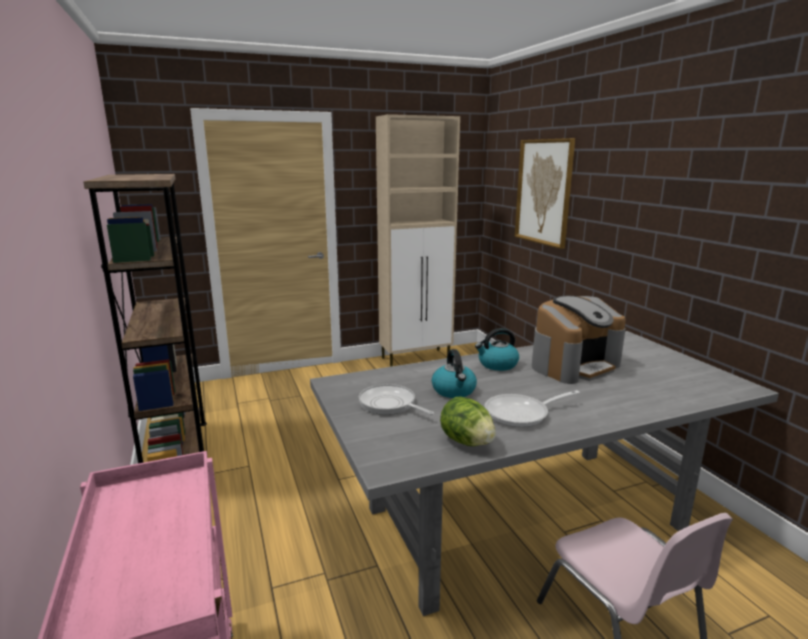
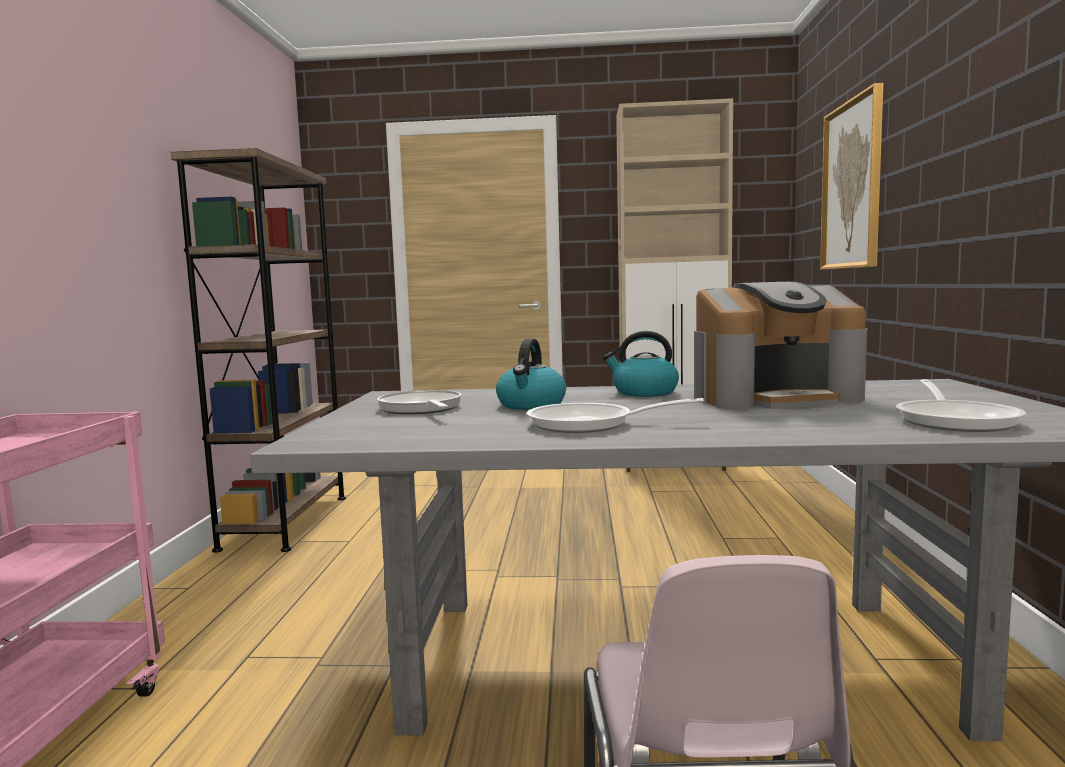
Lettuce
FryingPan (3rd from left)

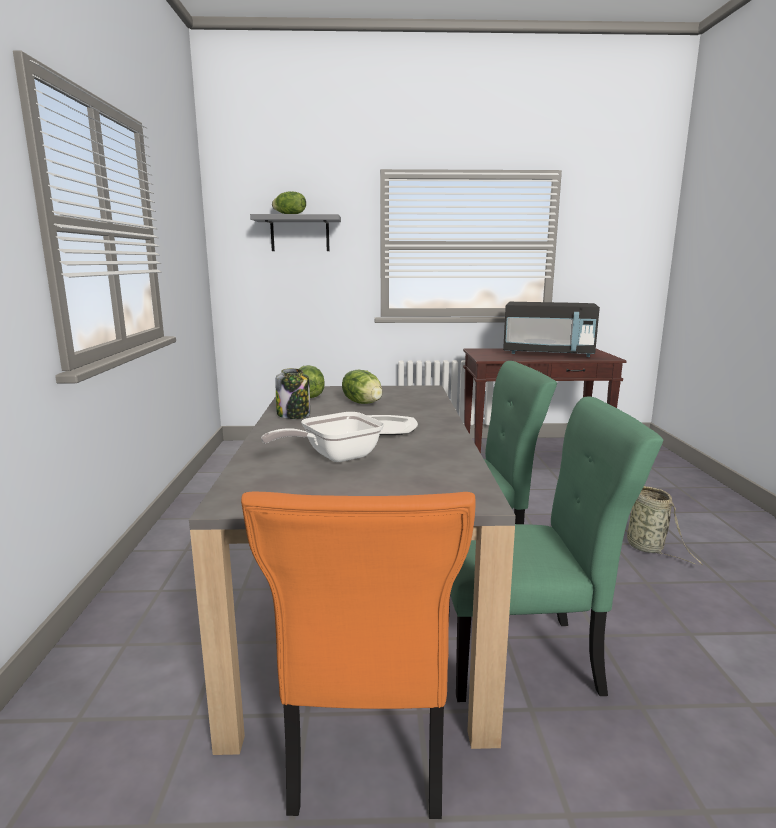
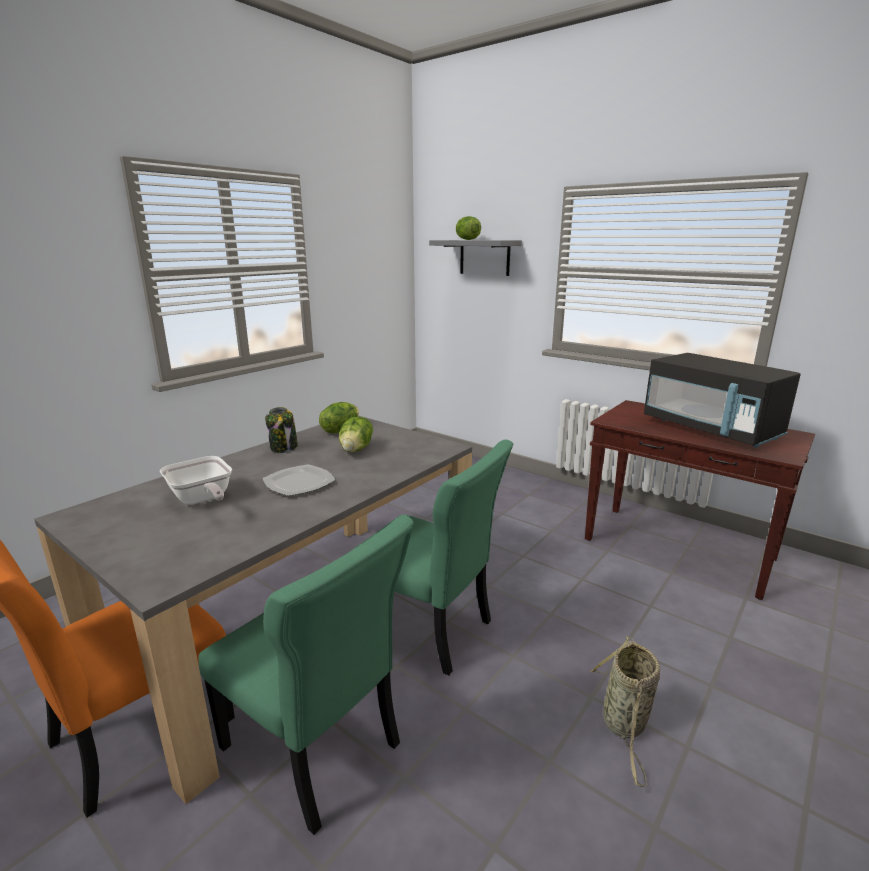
FryingPan

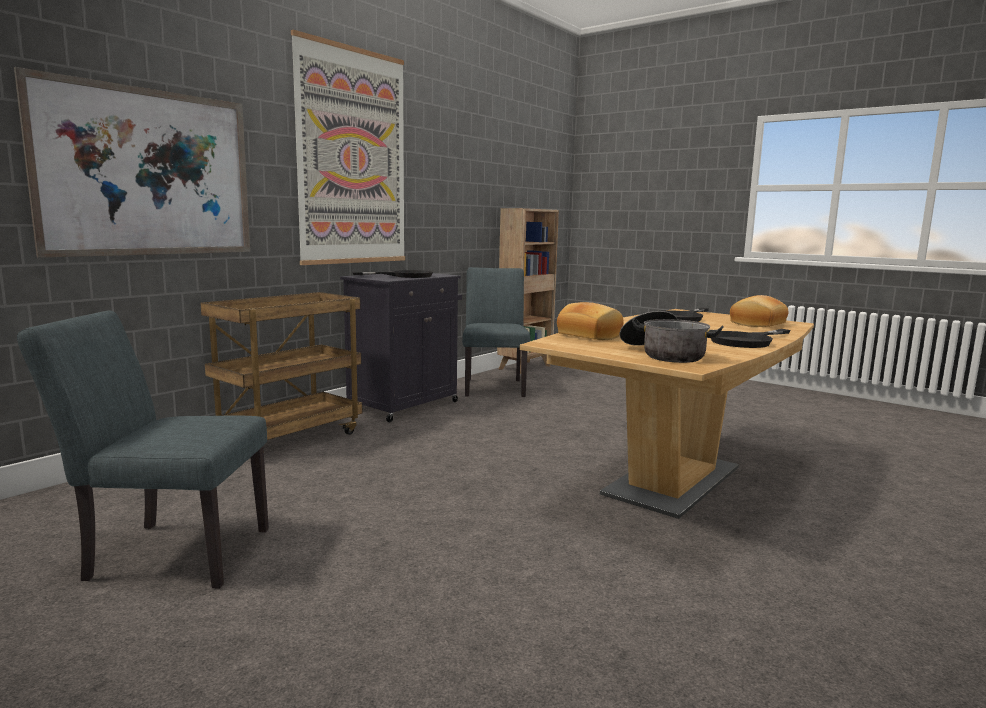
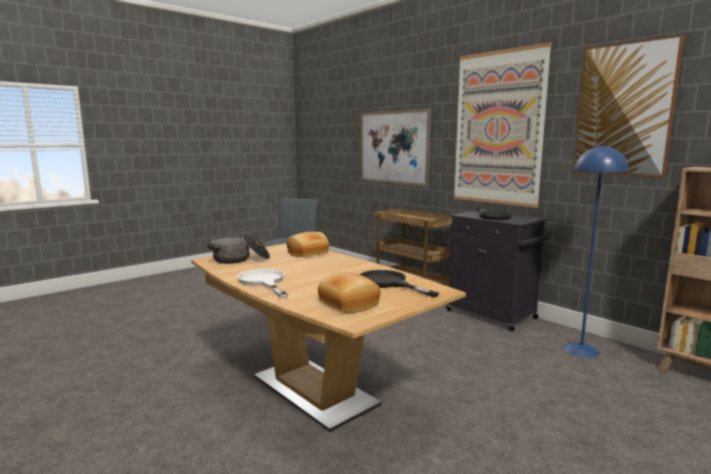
BlueFloorLamp
WhiteFryingPan
Picture (3rd from left)

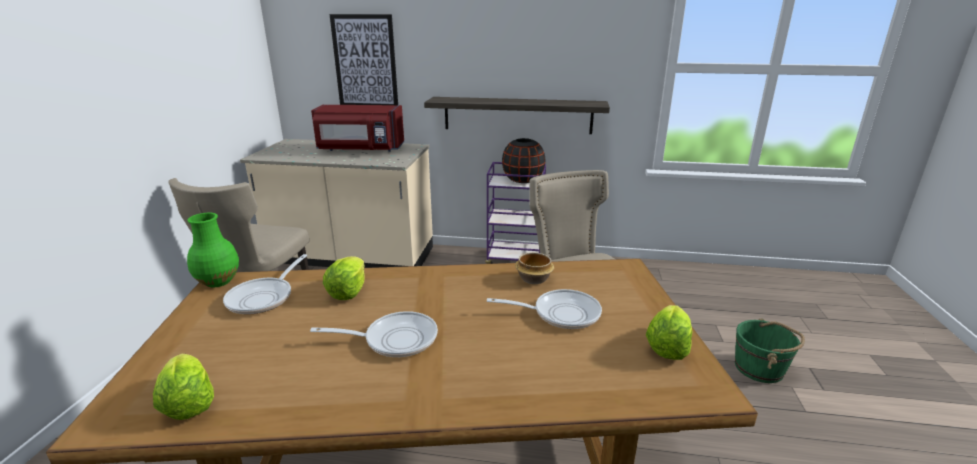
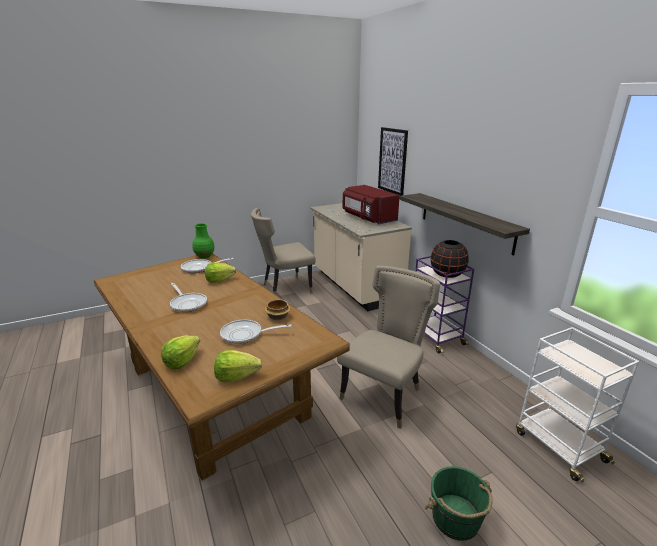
FryingPan (3rd from left)
Lettuce (1st from left)
WhiteCart

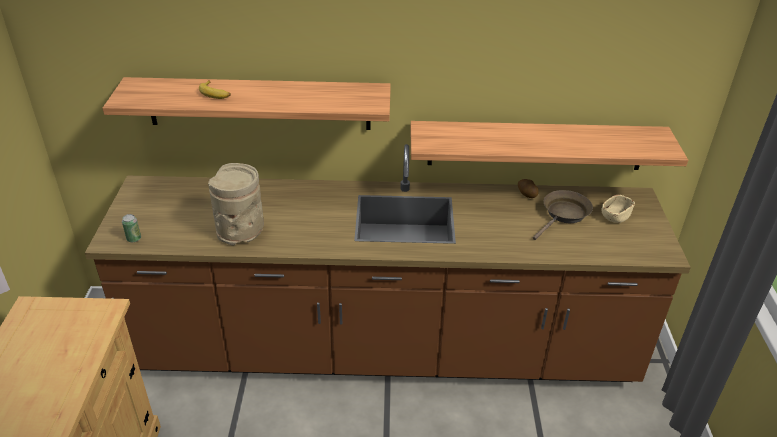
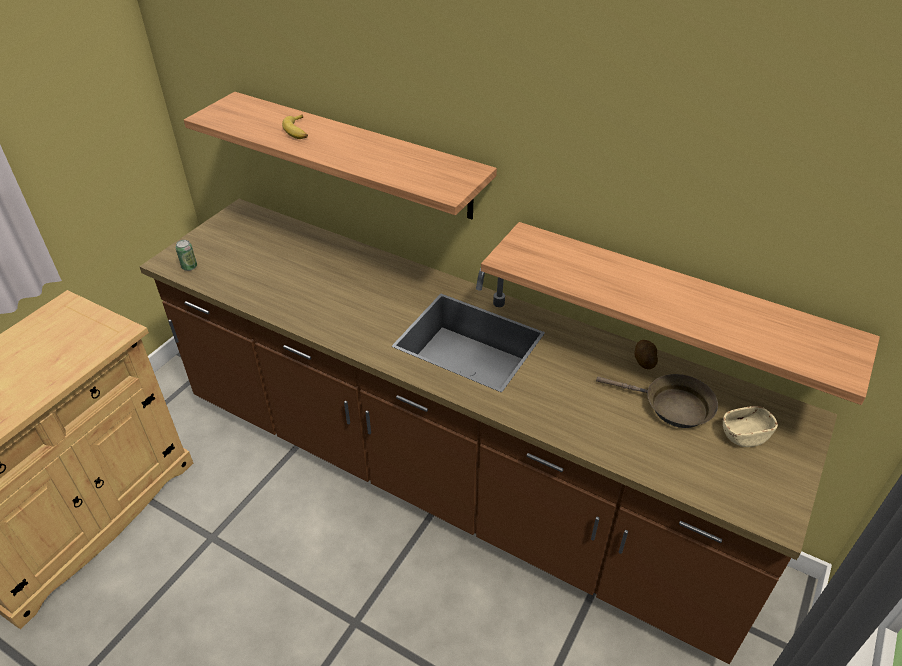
BeigeVase
BrownFryingPan

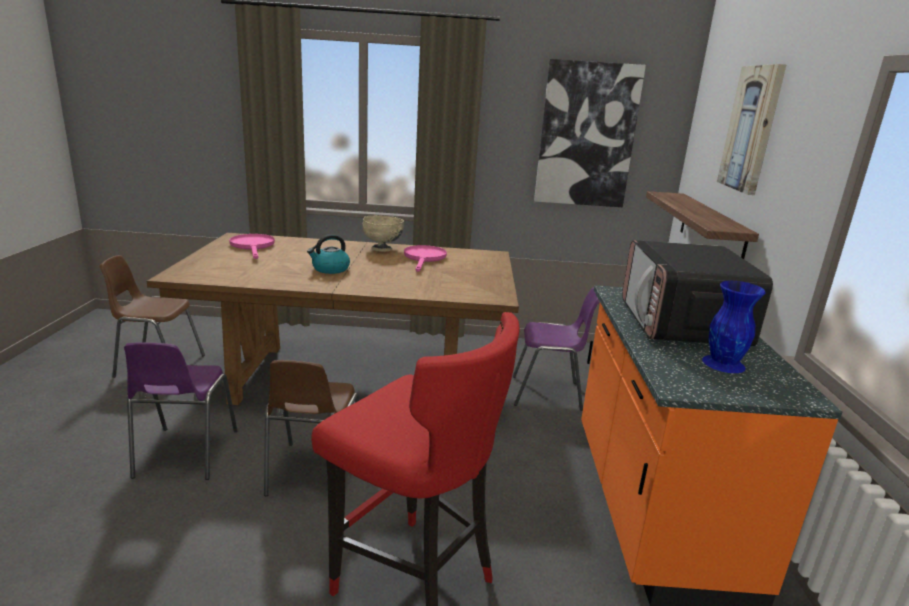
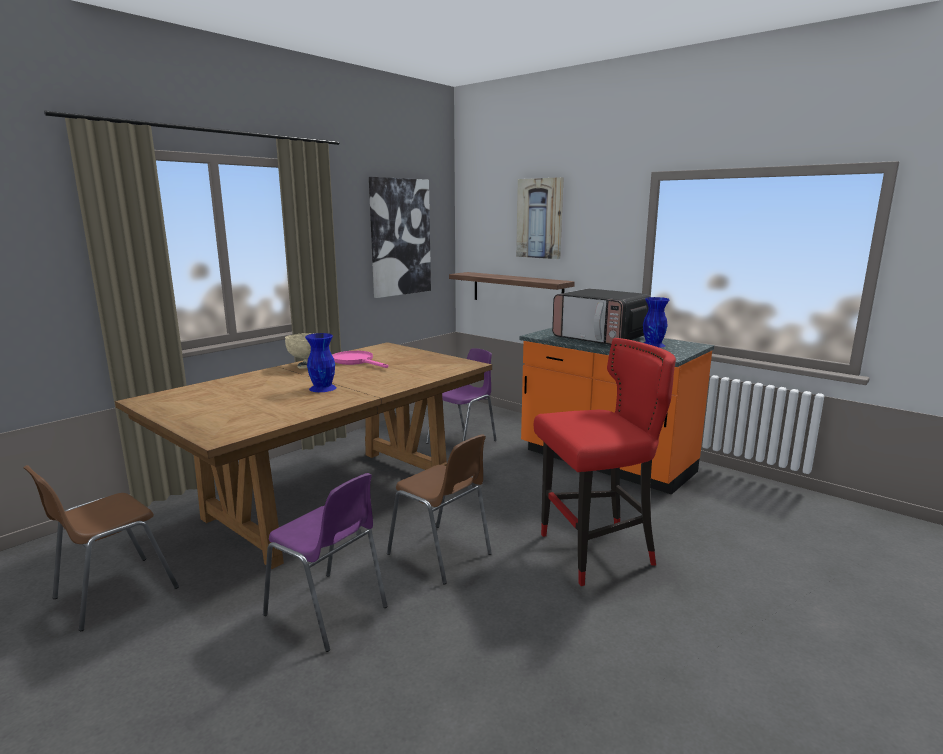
PinkFryingPan (1st from left in the first image)
BlueVase (1st from left)

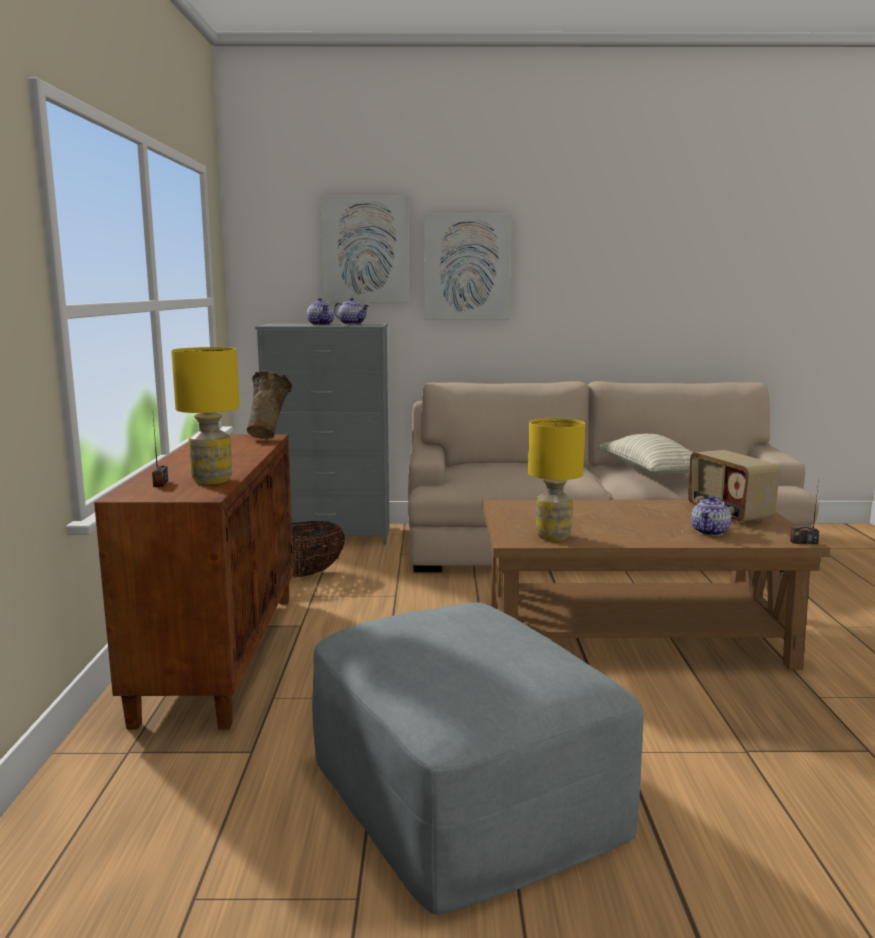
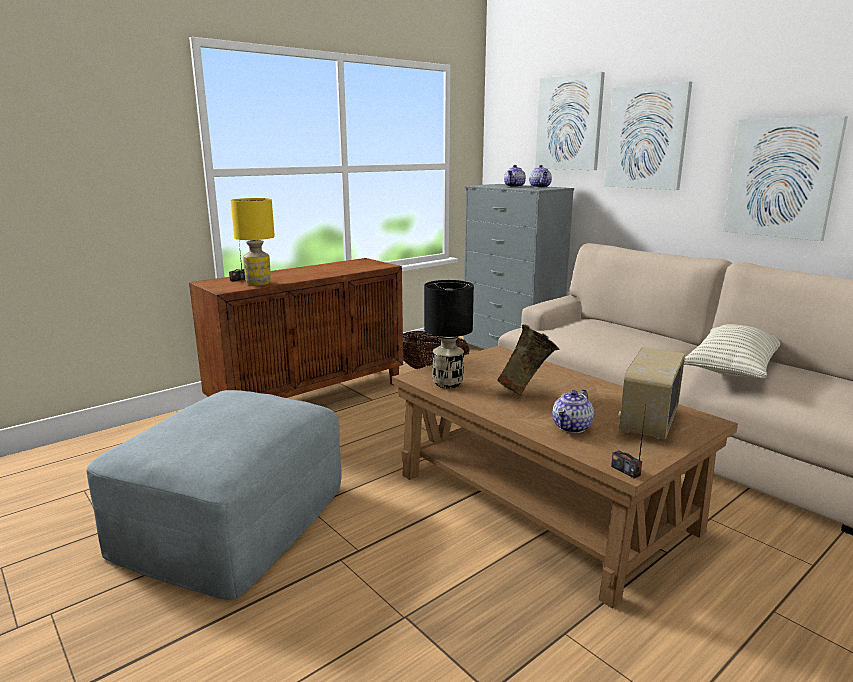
BeigeVase
BlackTableLamp
Teapot (3rd from left)
Picture (3rd from left)

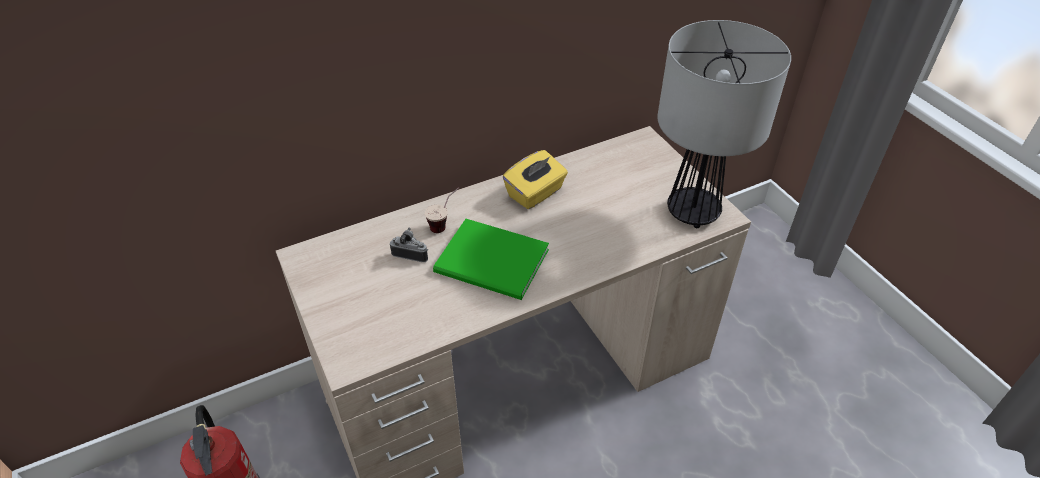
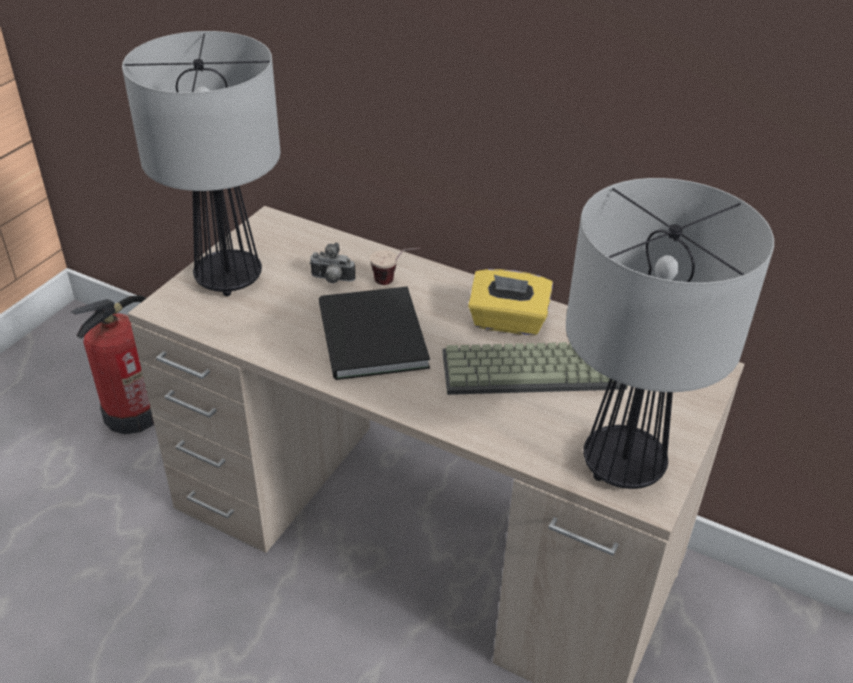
BlackBook
PhotoCamera
TableLamp (1st from left)
Keyboard

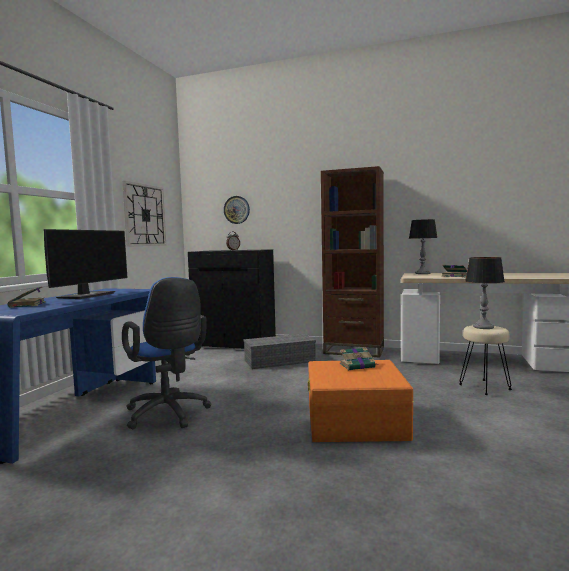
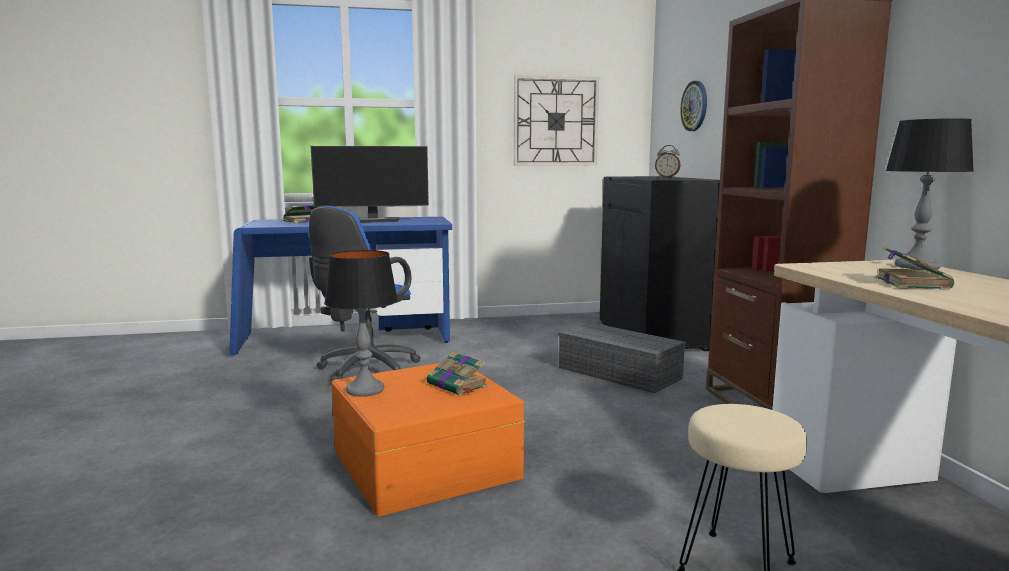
TableLamp (1st from left)

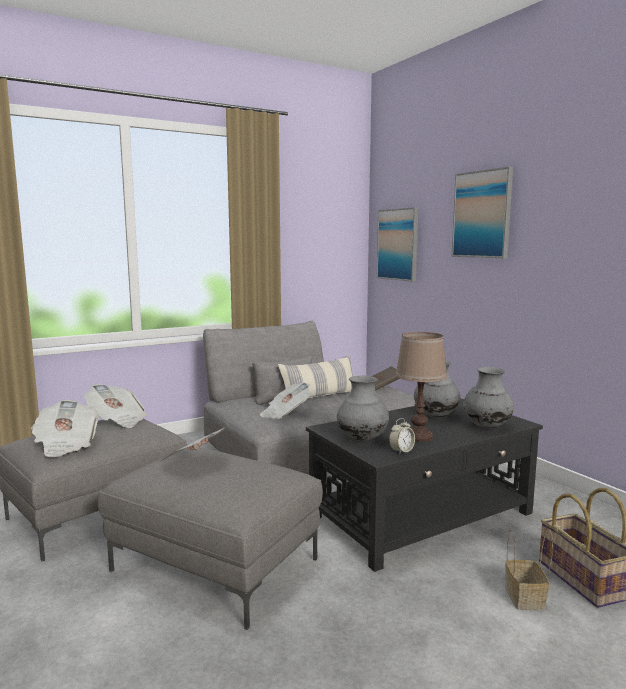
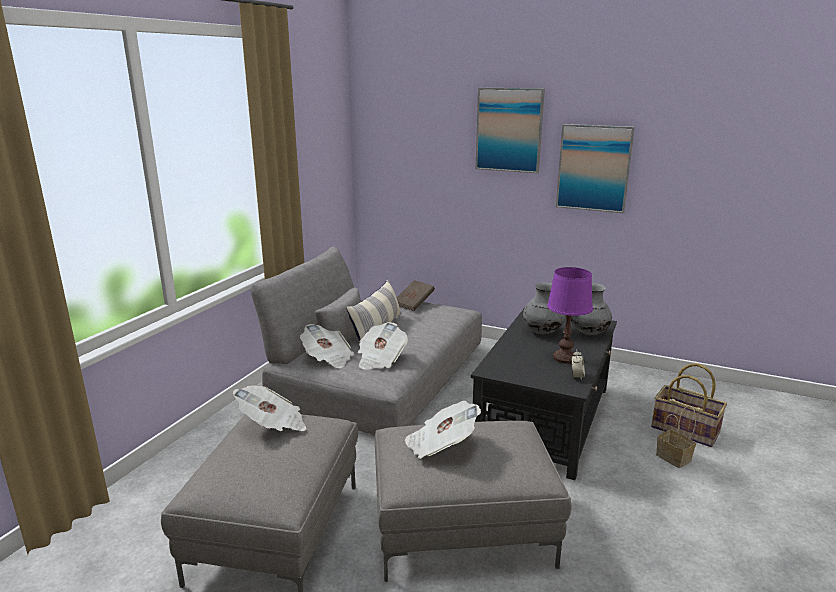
Picture (2nd from left)
PurpleTableLamp
GreyVase (1st from left in the first image)
Newspaper (2nd from left)

